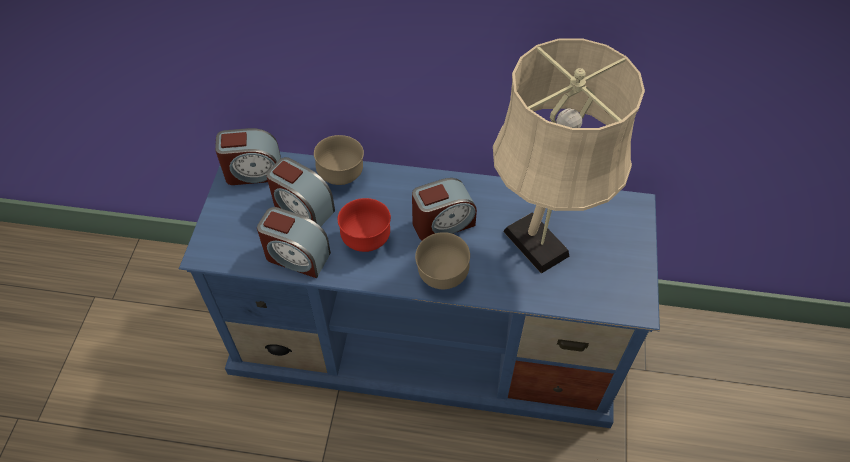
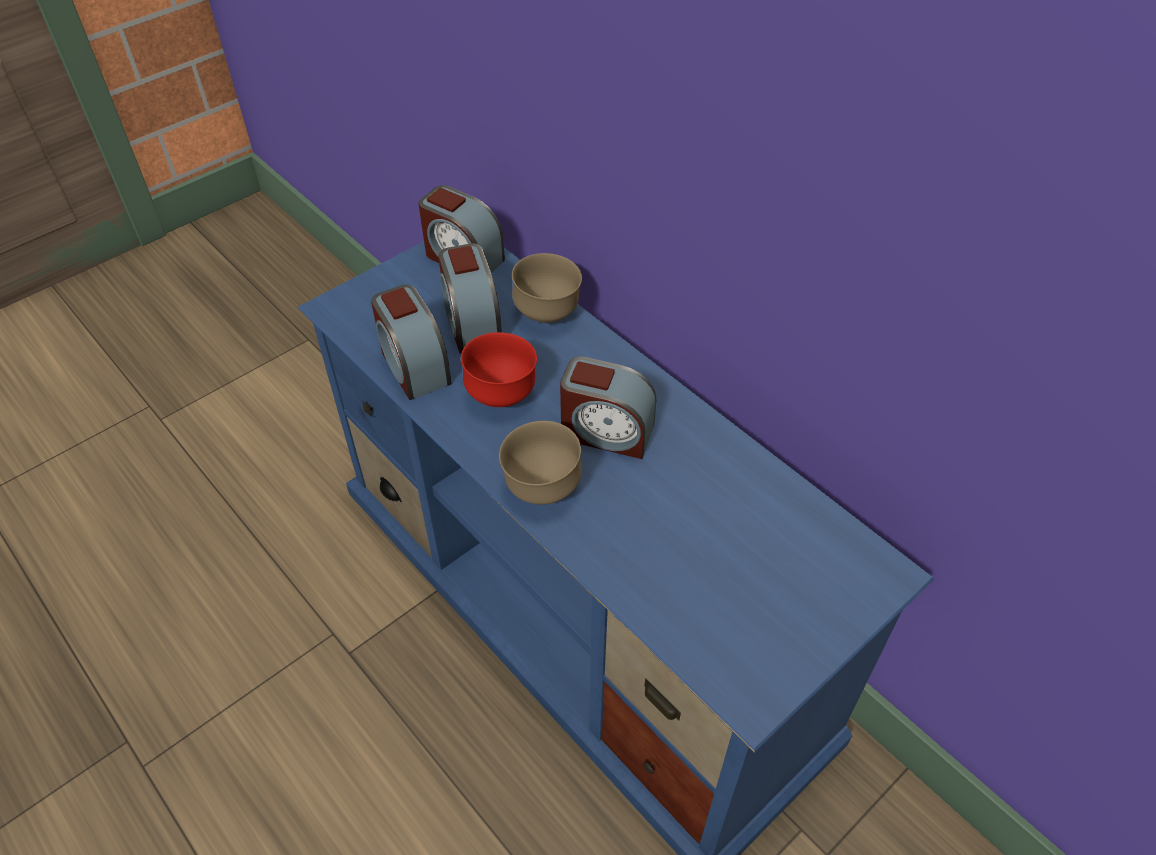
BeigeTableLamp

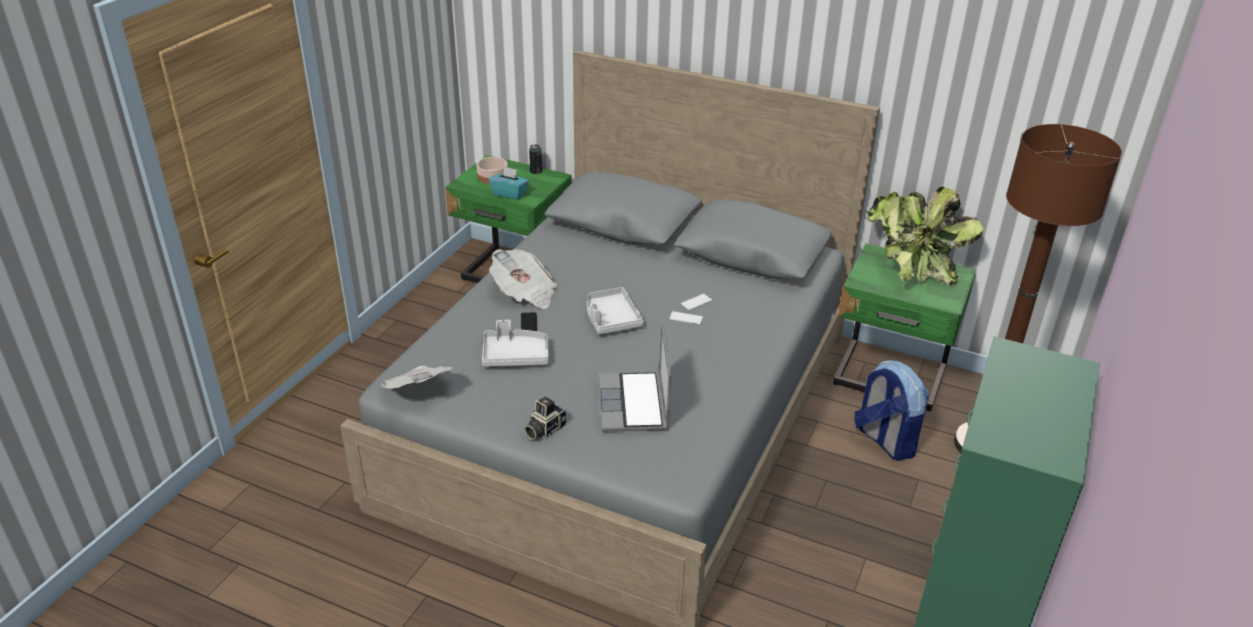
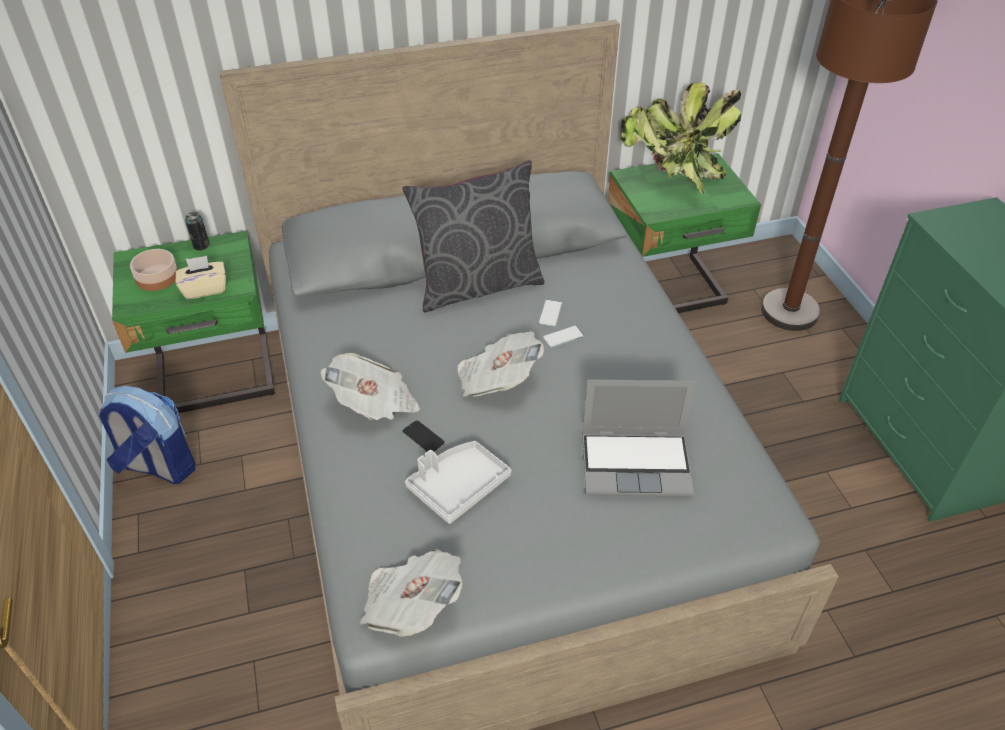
BeigeTissueBox
Newspaper (3rd from left)
Laptop
Backpack
PhotoCamera
GreyPillow

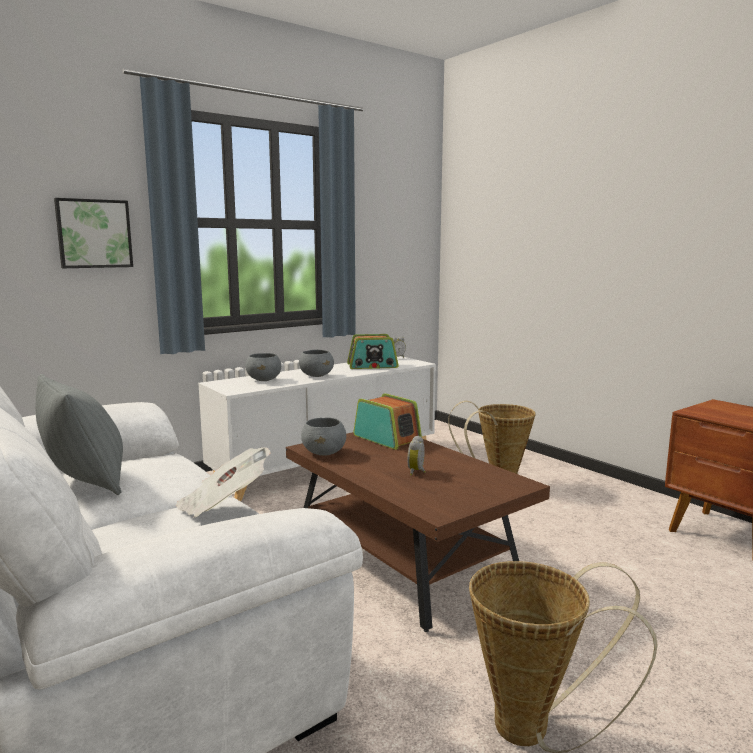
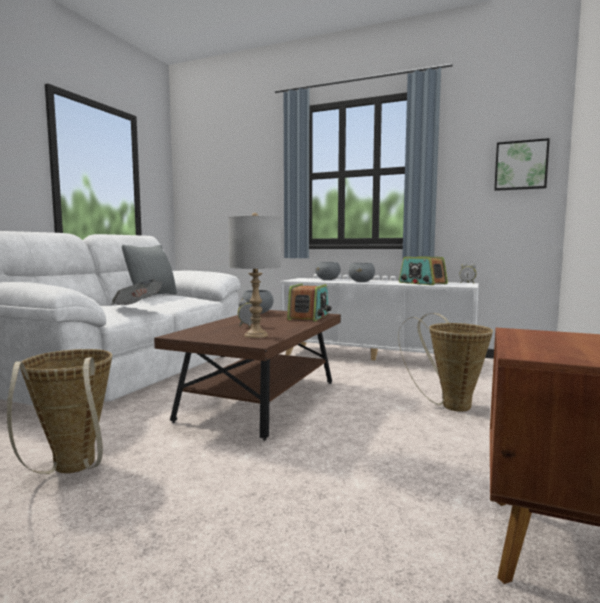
Picture
GreyTableLamp

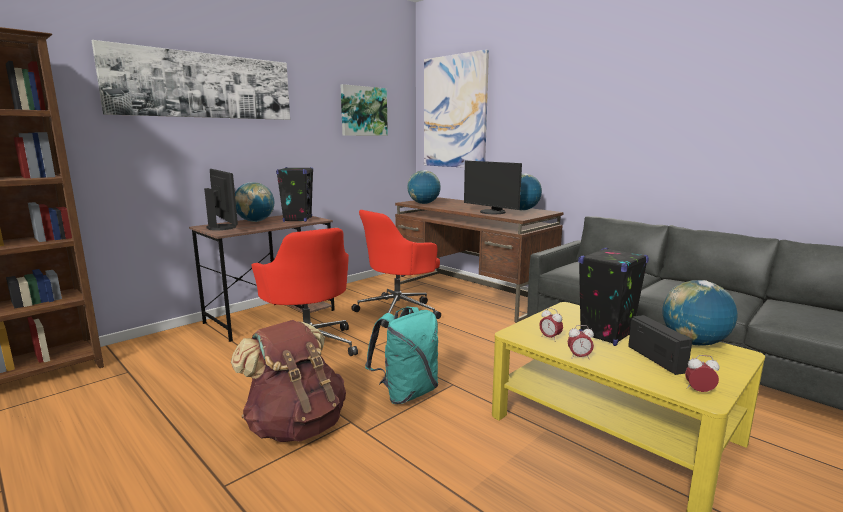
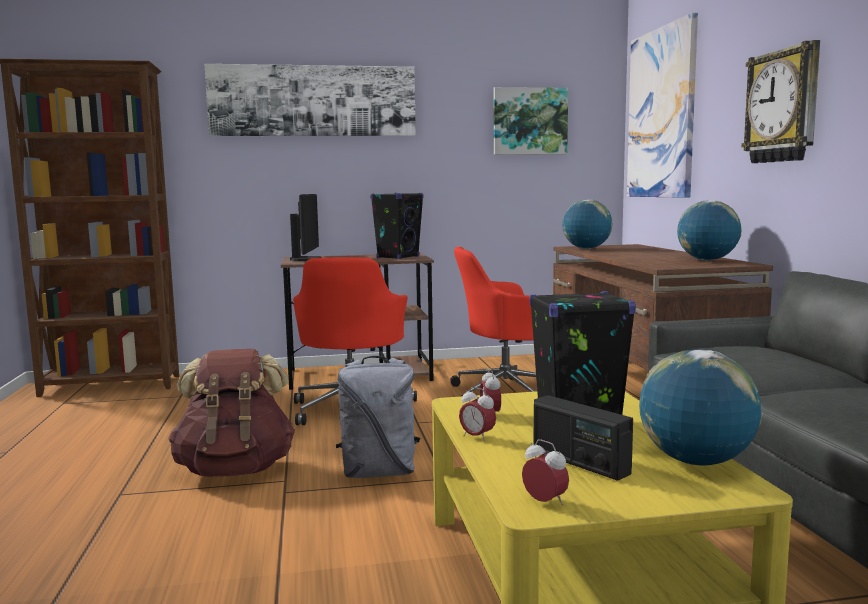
Monitor (2nd from left in the first image)
Globe (1st from left in the first image)
GreyBackpack
Radio
WallClock

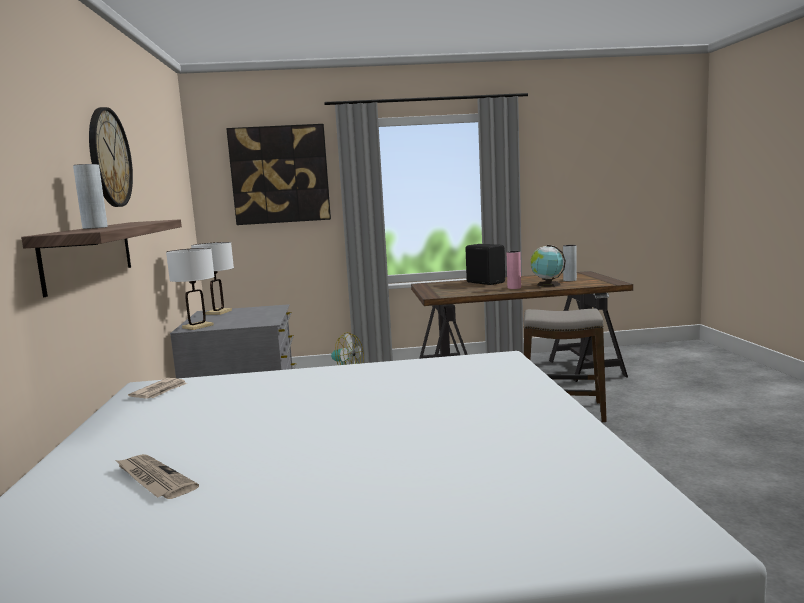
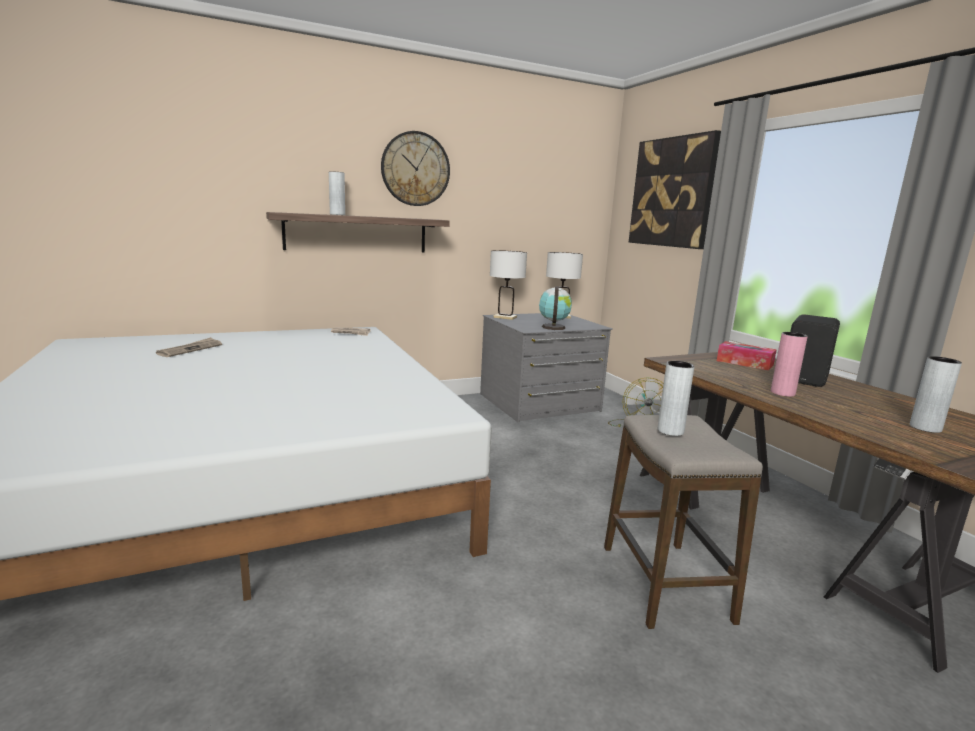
Globe
TissueBox
GreyVase (2nd from left)

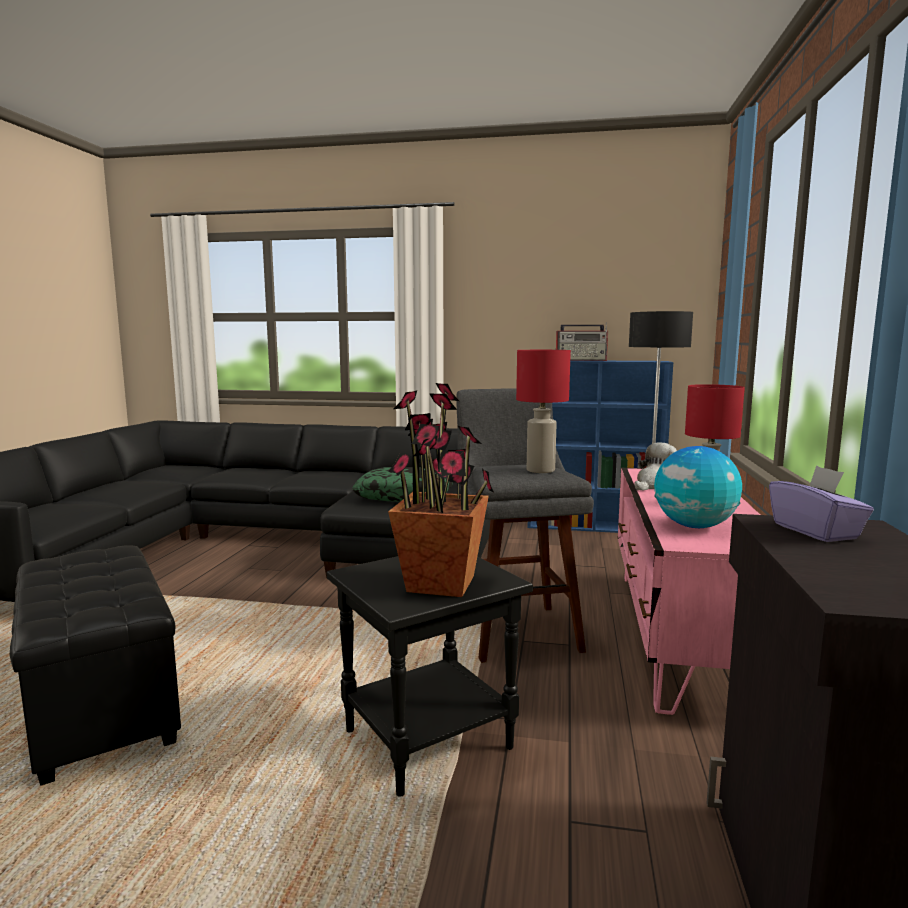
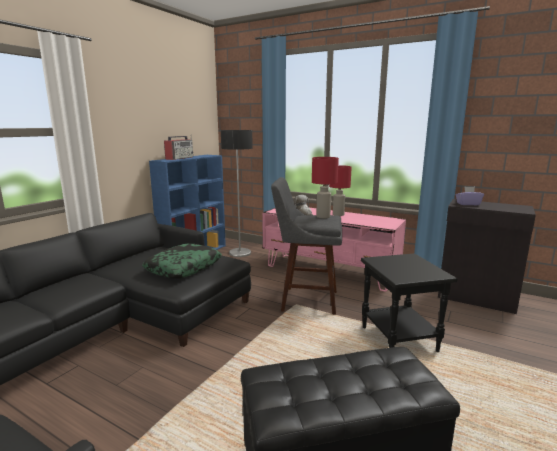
PottedPlant
Globe

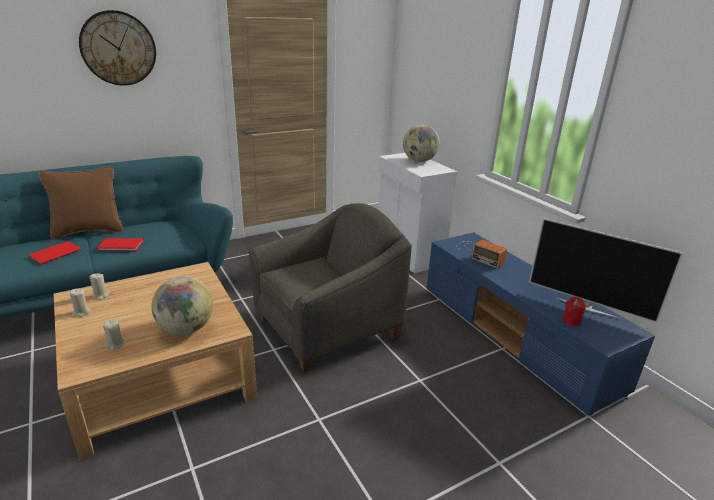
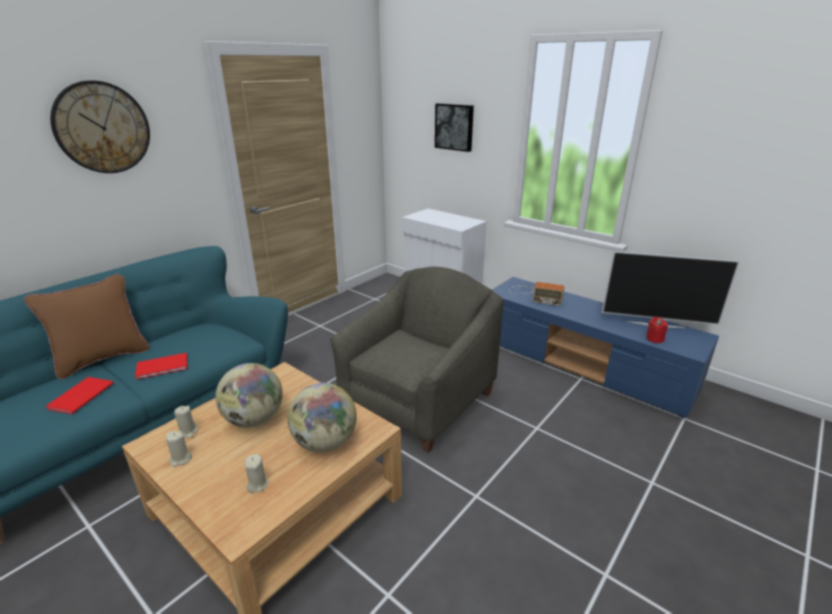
Globe (1st from left)
Picture

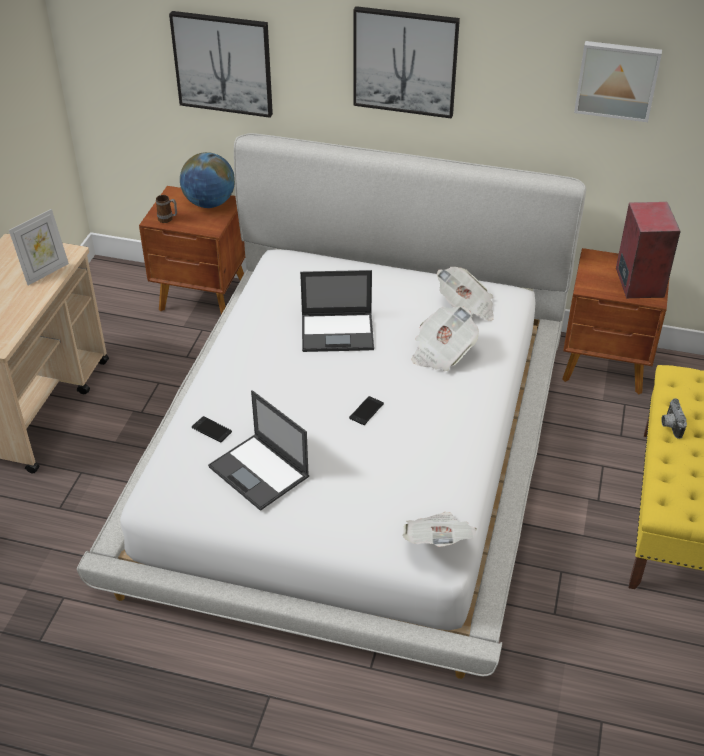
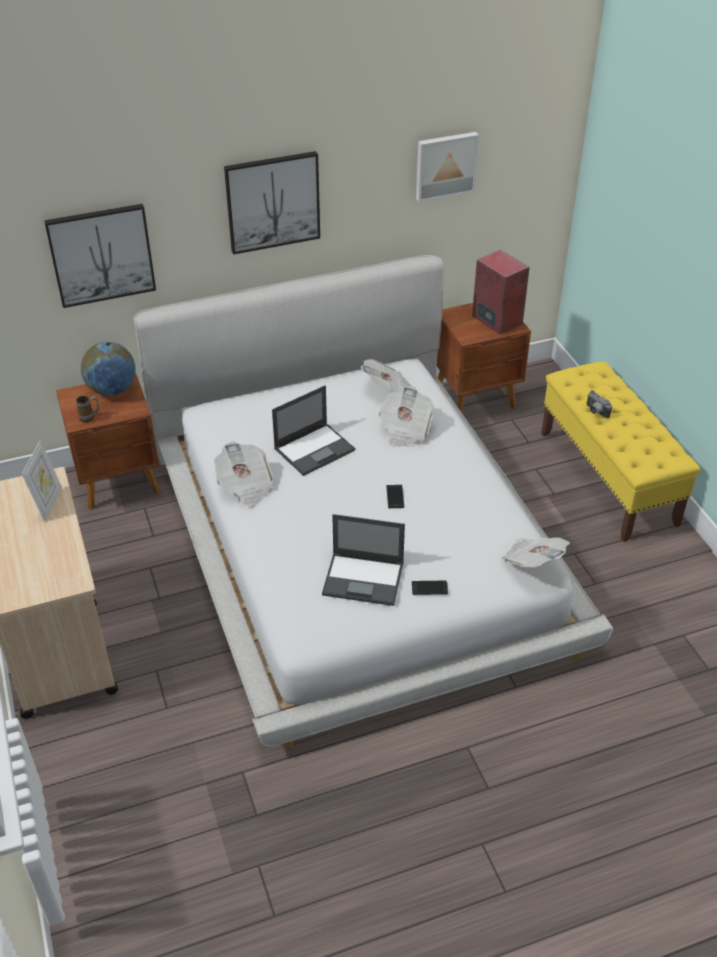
Phone (2nd from left)
Newspaper (1st from left)

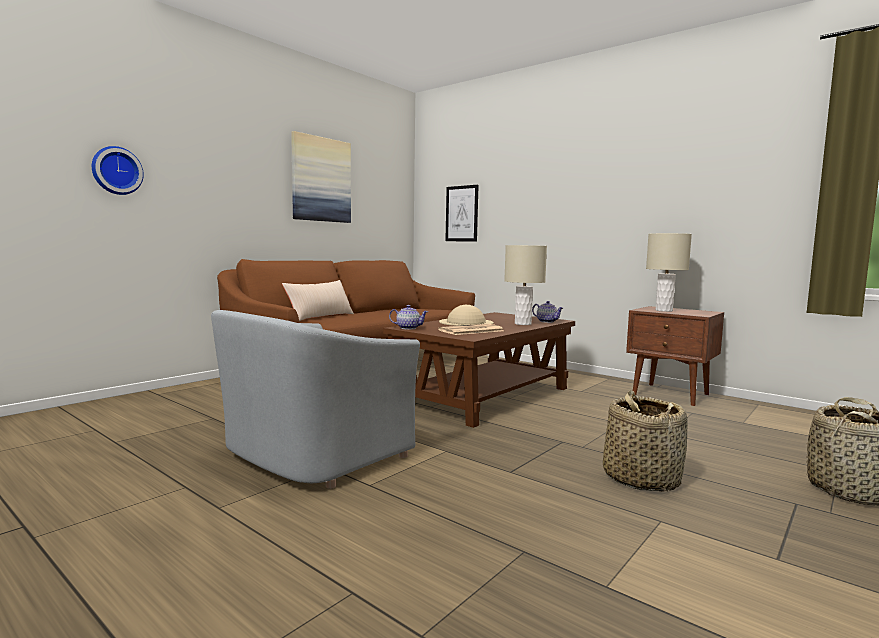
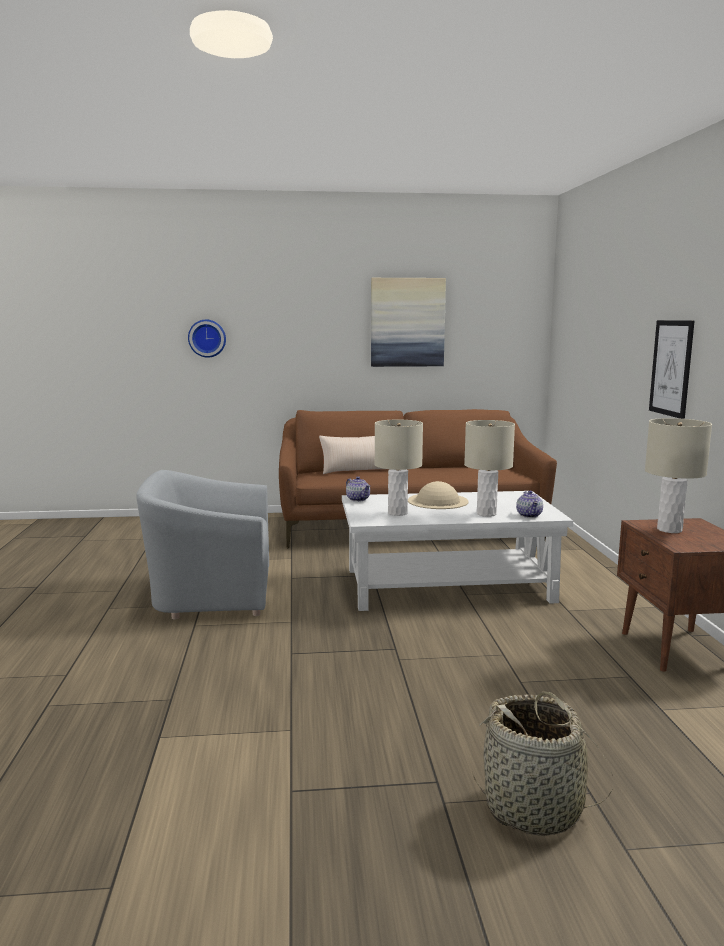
Picture (2nd from left)
WhiteCoffeeTable
BeigeTableLamp (1st from left)
Basket (1st from left in the first image)

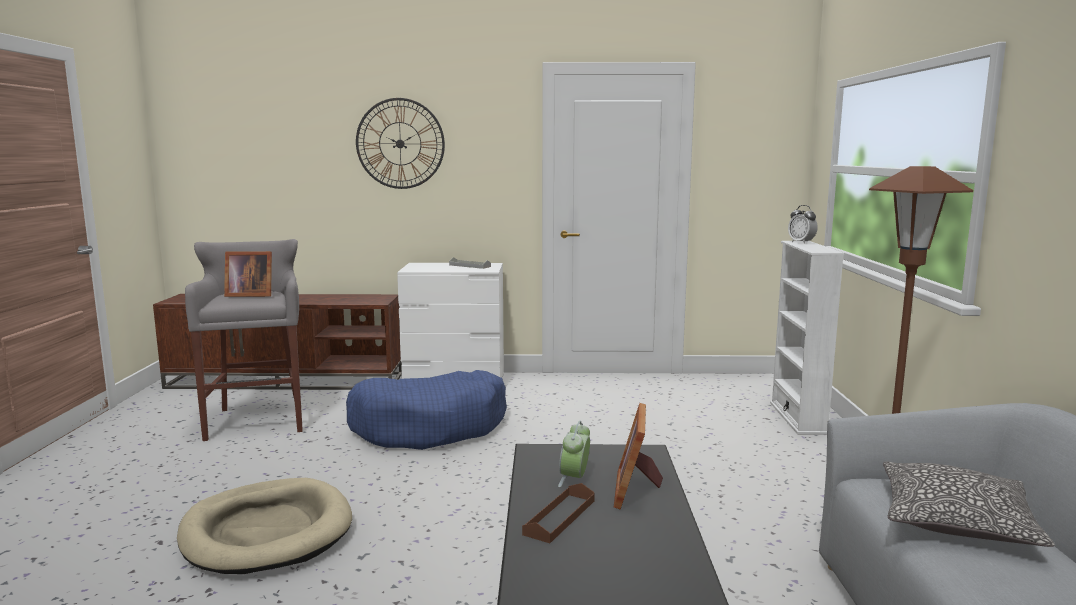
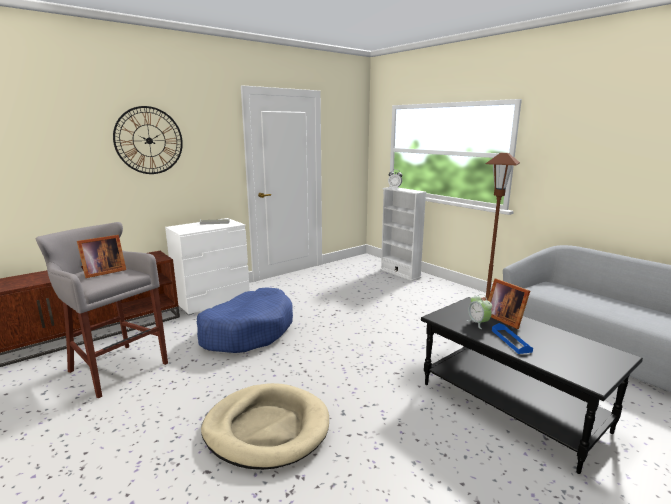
Pillow
BlueTray

